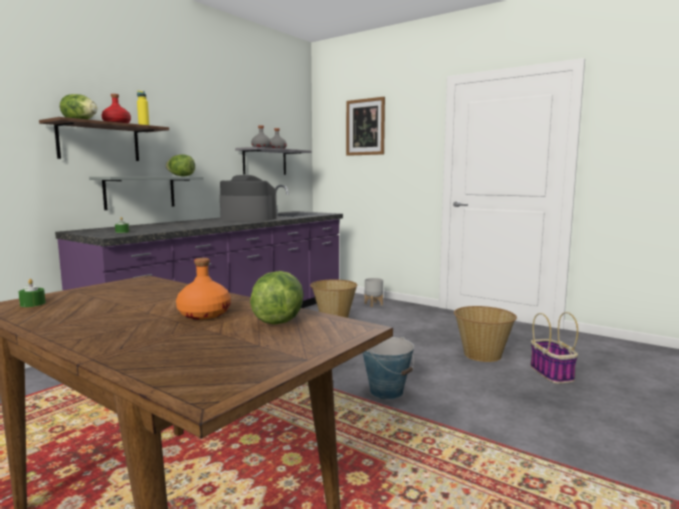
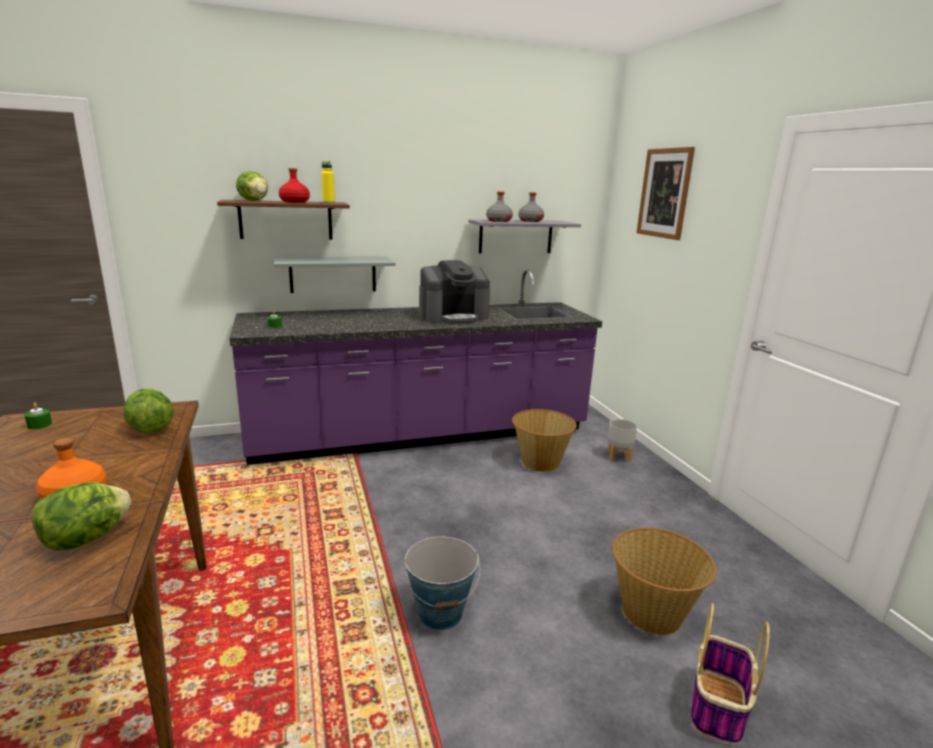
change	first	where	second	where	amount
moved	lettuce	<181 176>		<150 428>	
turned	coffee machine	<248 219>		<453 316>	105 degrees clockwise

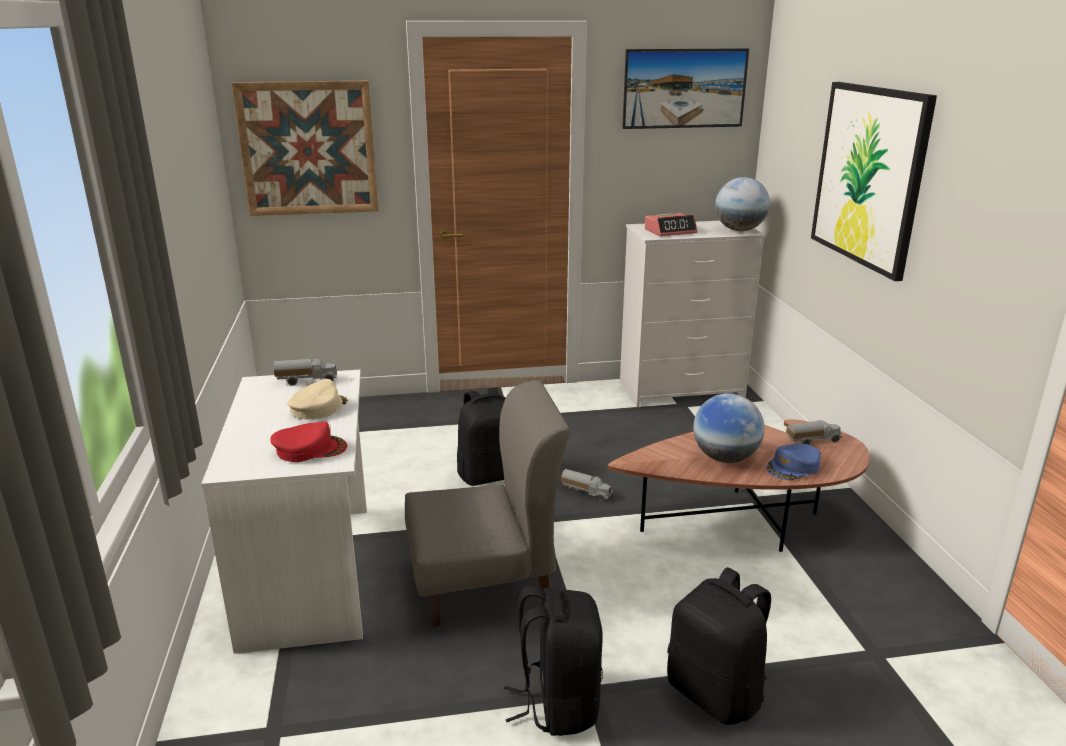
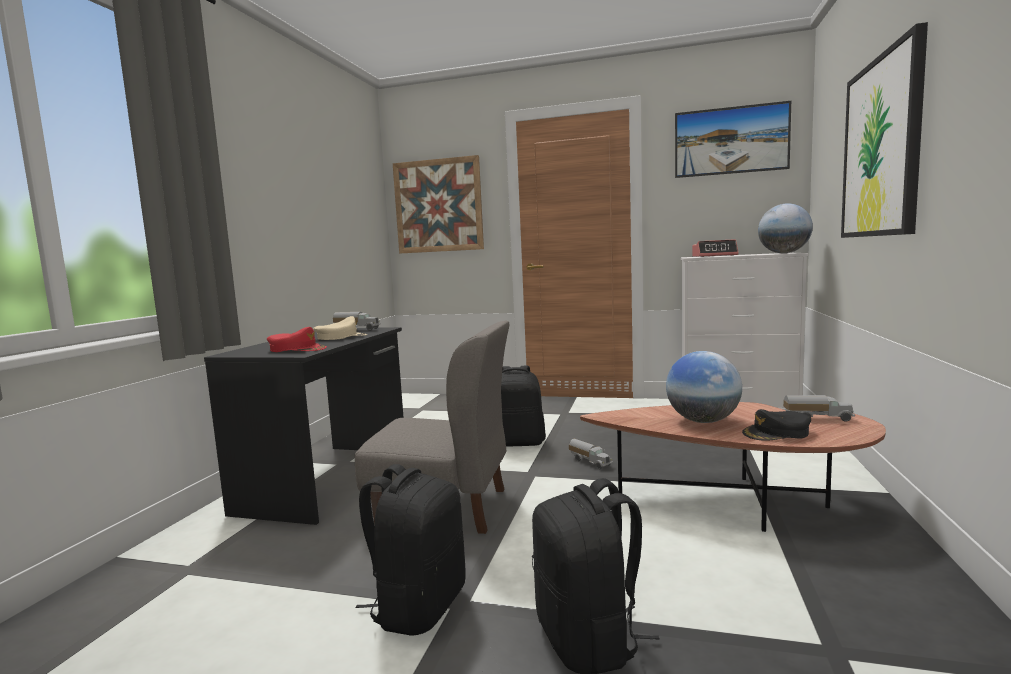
change	first	where	second	where	amount
recoloured	desk in white	<311 572>	desk in black	<329 479>	
recoloured	cap in blue	<793 467>	cap in black	<776 433>	

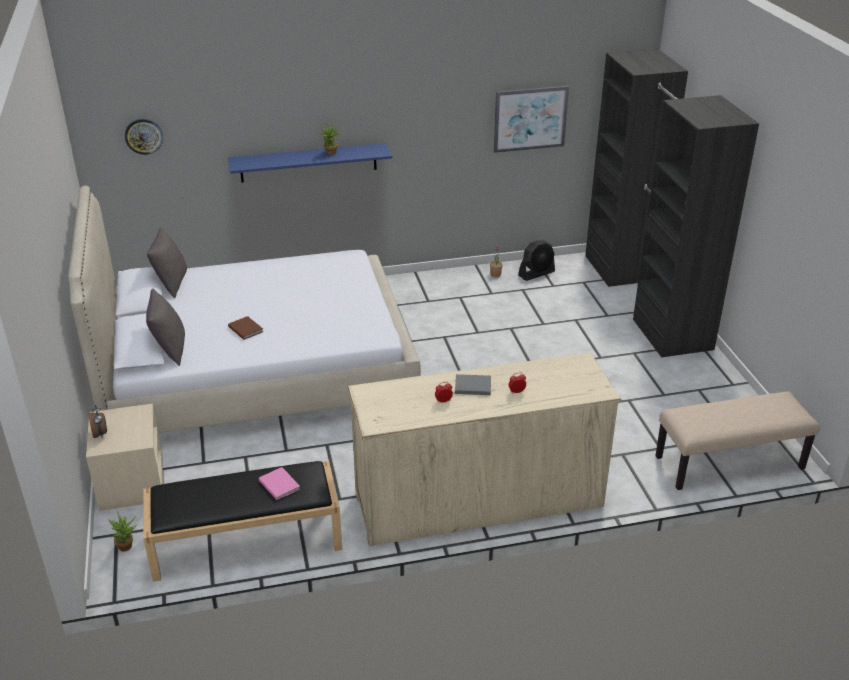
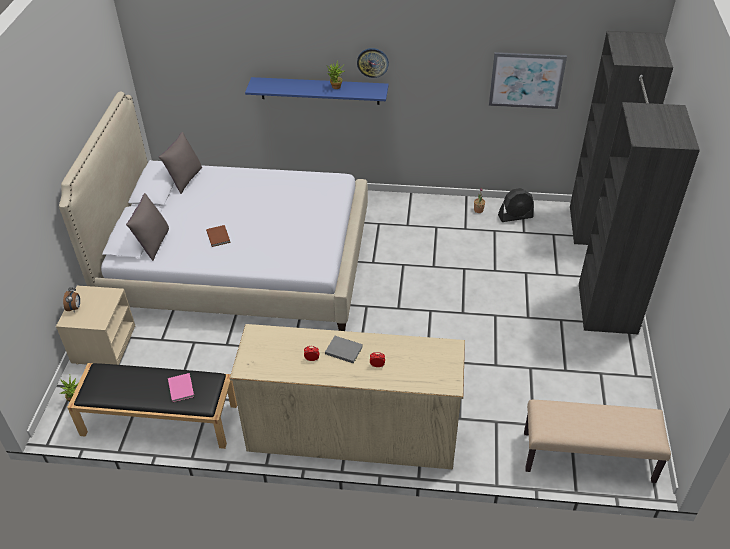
change	first	where	second	where	amount
moved	wall clock	<144 136>		<372 62>	

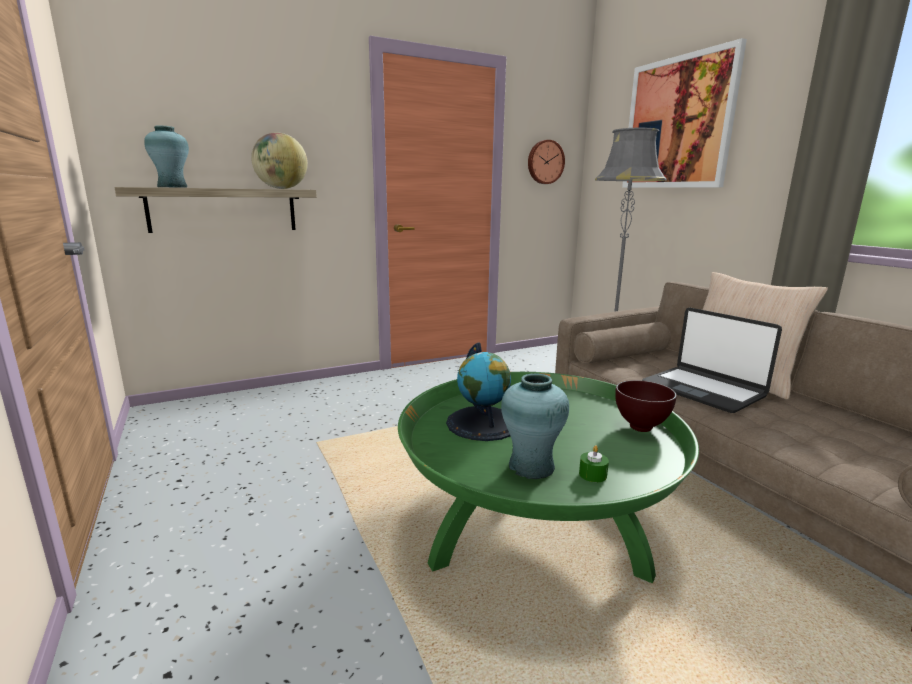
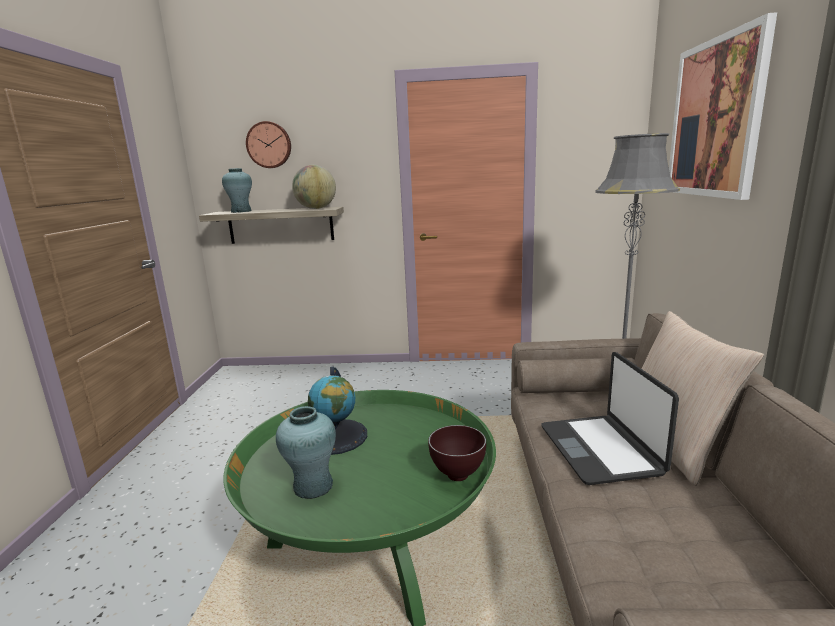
change	first	where	second	where	amount
removed	candle in green	<592 474>			
moved	wall clock	<545 162>		<269 145>	

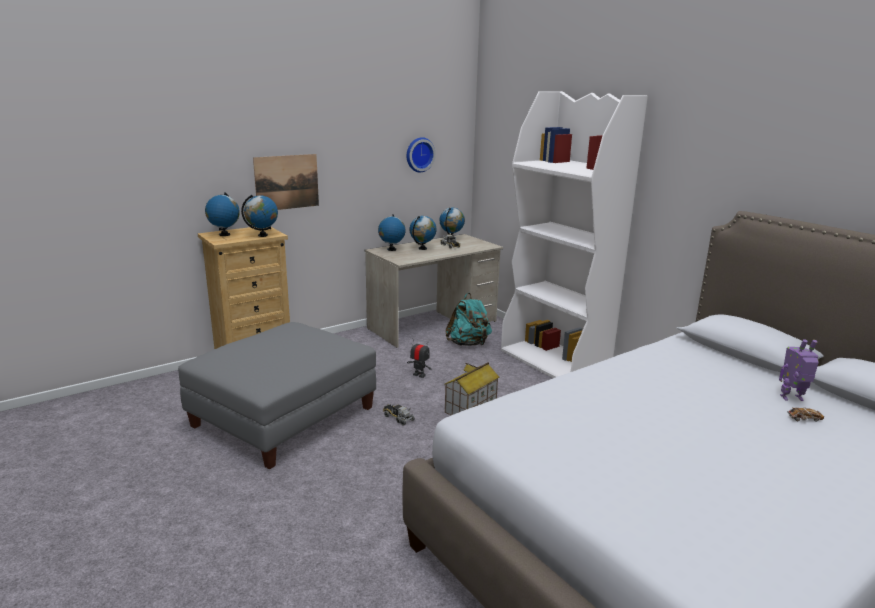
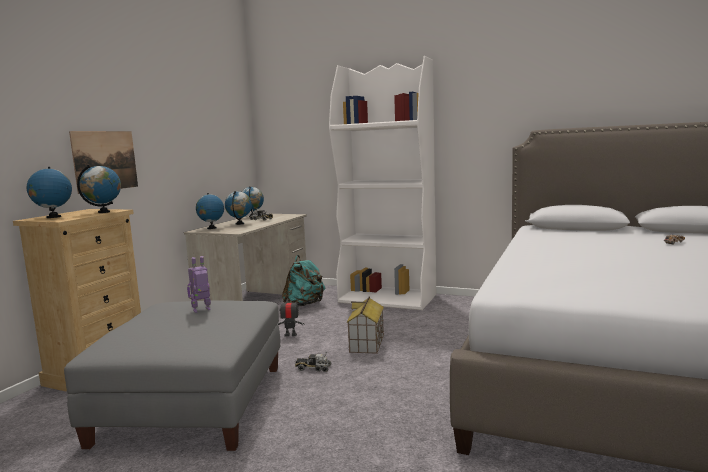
change	first	where	second	where	amount
removed	wall clock	<419 154>			
moved	toy robot	<792 398>		<202 310>	

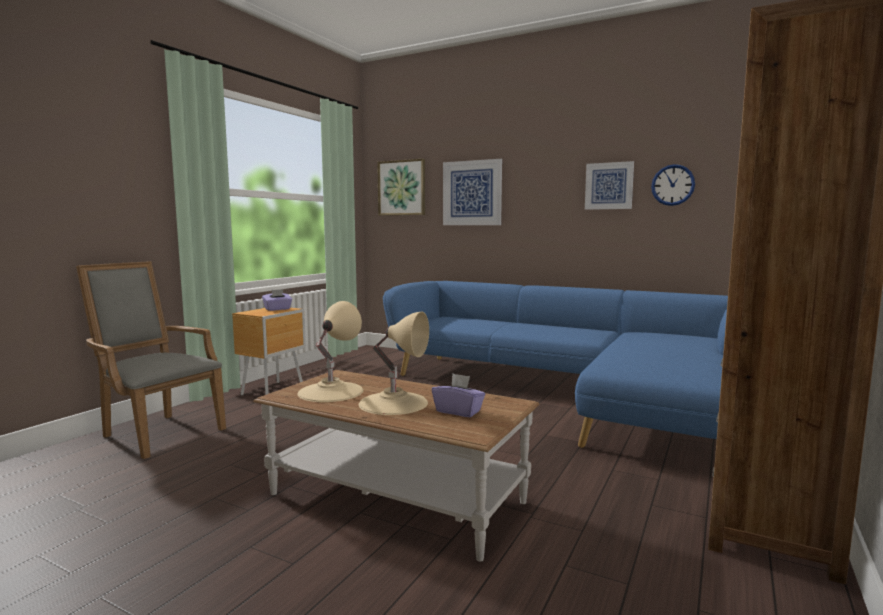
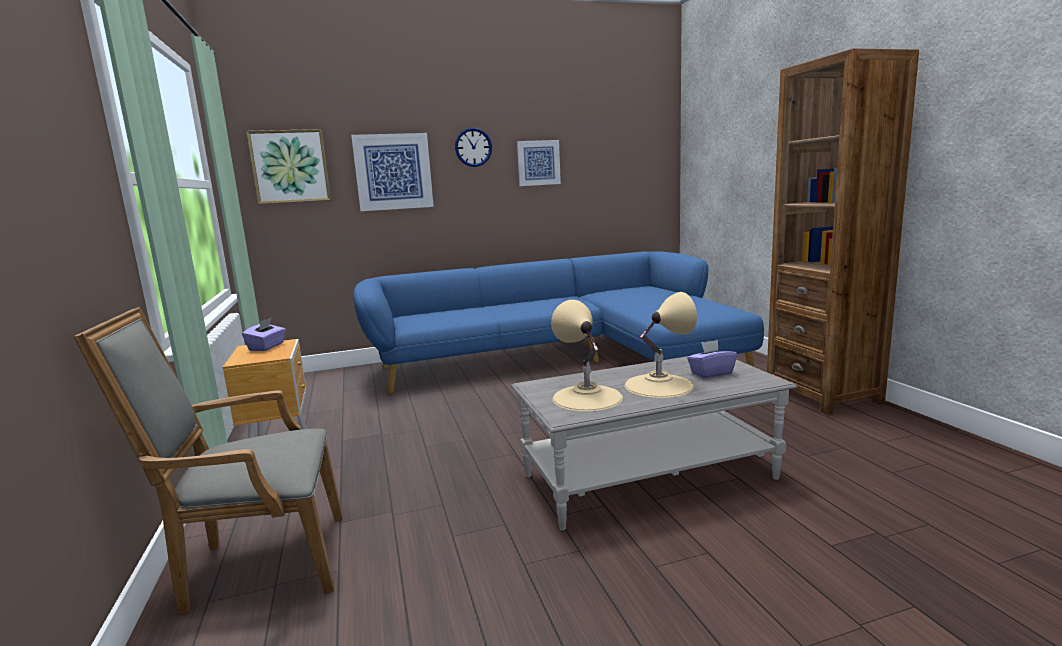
change	first	where	second	where	amount
moved	wall clock	<672 185>		<473 147>	
recoloured	coffee table in brown	<396 498>	coffee table in grey	<649 477>	

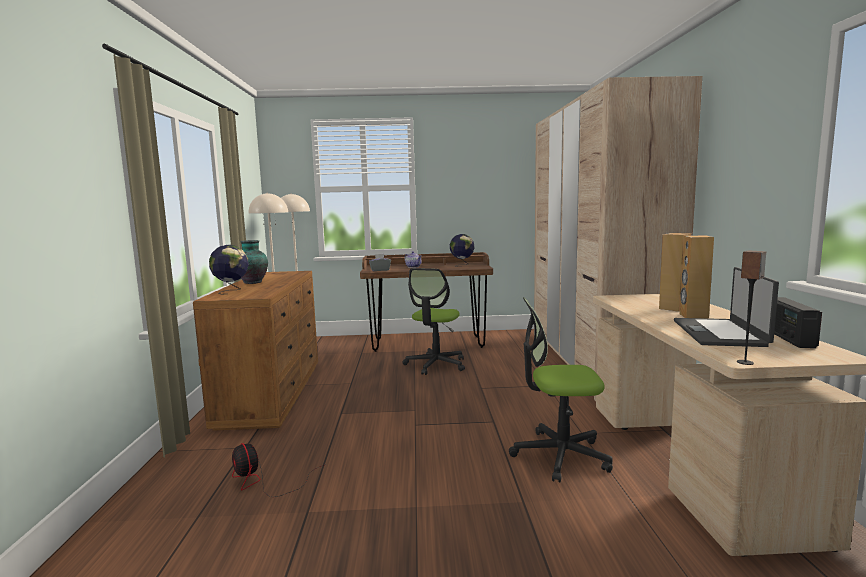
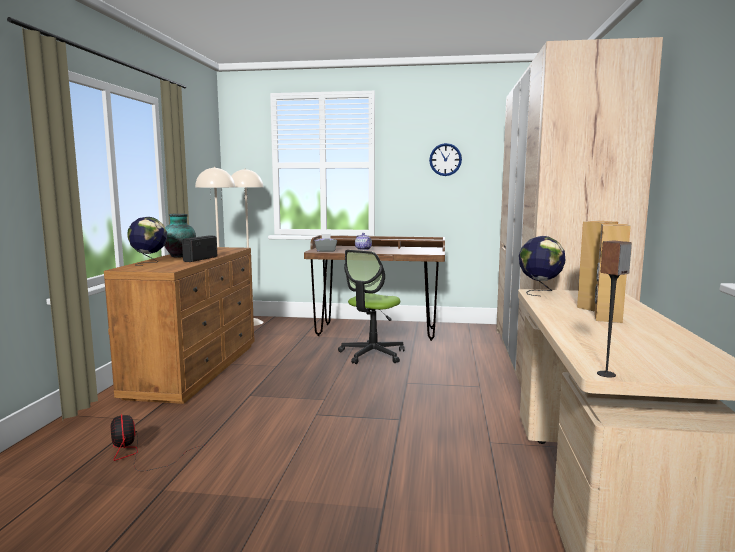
change	first	where	second	where	amount
removed	office chair	<560 455>			
removed	laptop	<720 333>			
added			wall clock	<445 159>	
moved	globe	<462 265>		<539 292>	
moved	radio	<789 338>		<200 259>	

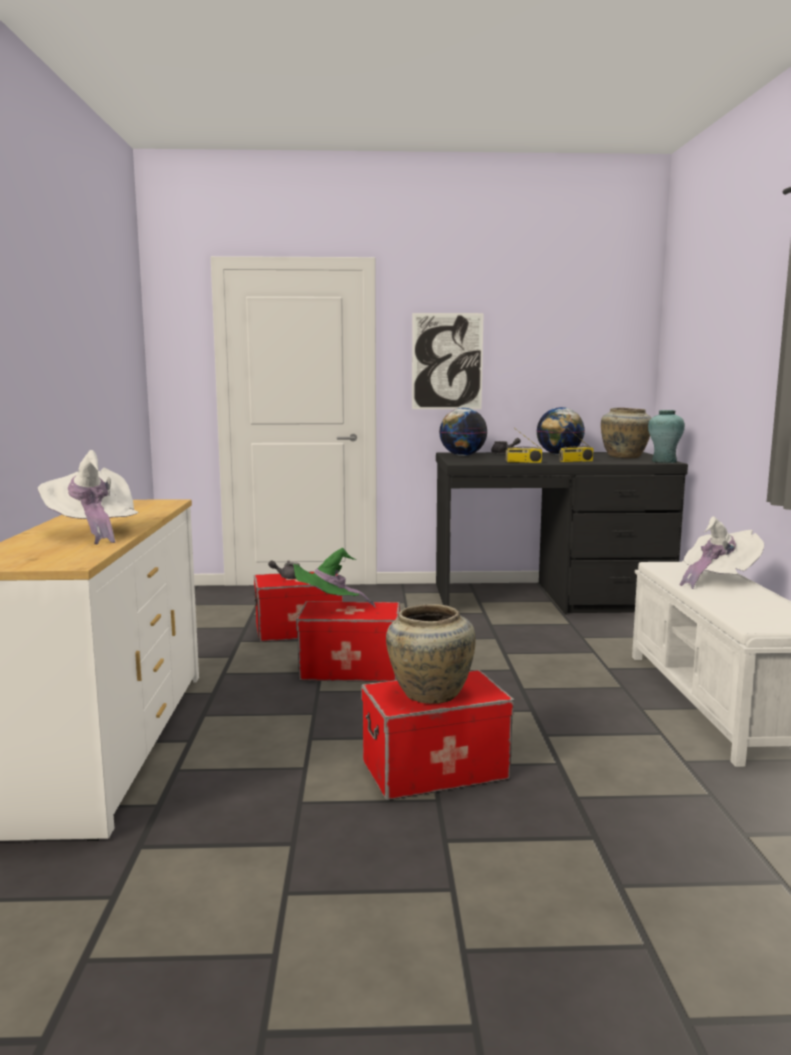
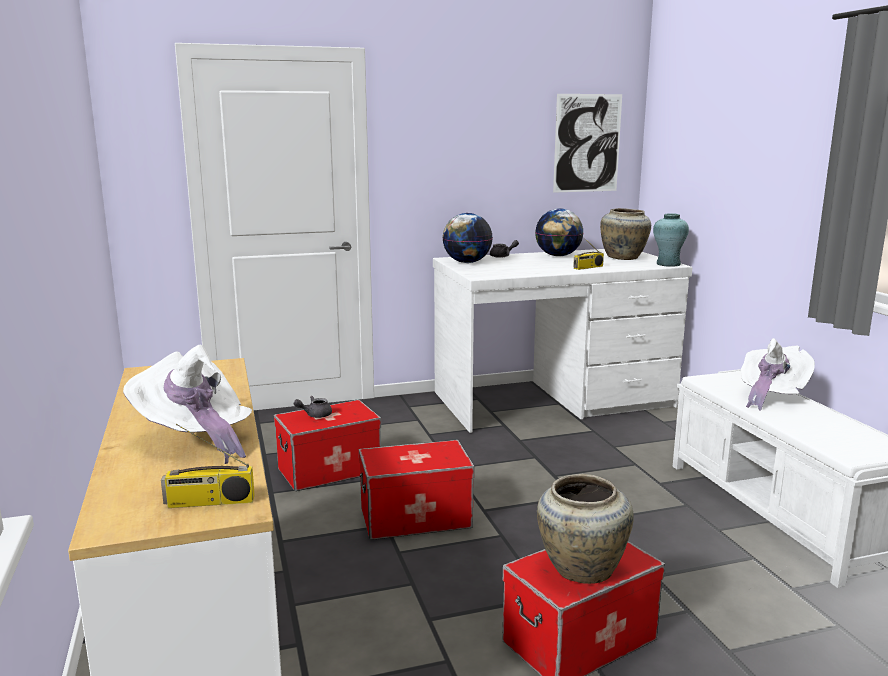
change	first	where	second	where	amount
removed	hat in green	<329 608>			
moved	picture	<447 361>		<587 143>	
moved	radio	<523 462>		<209 502>	
recoloured	desk in black	<548 598>	desk in white	<554 400>	

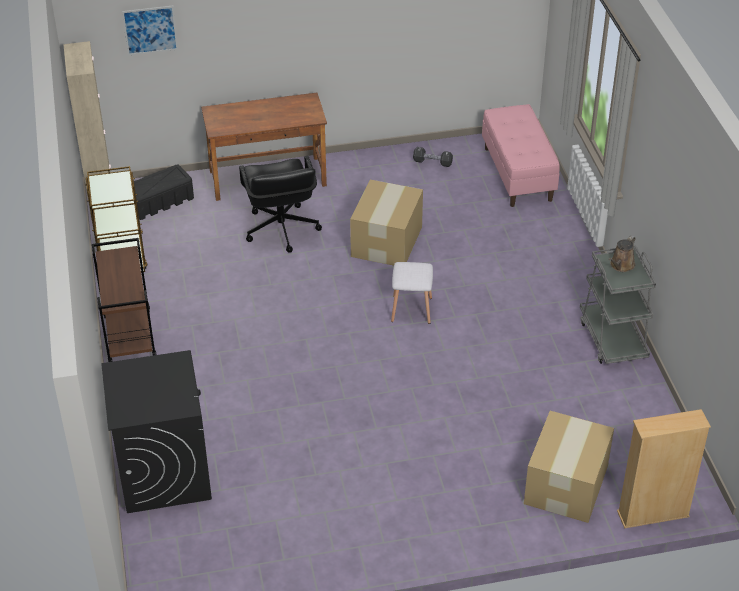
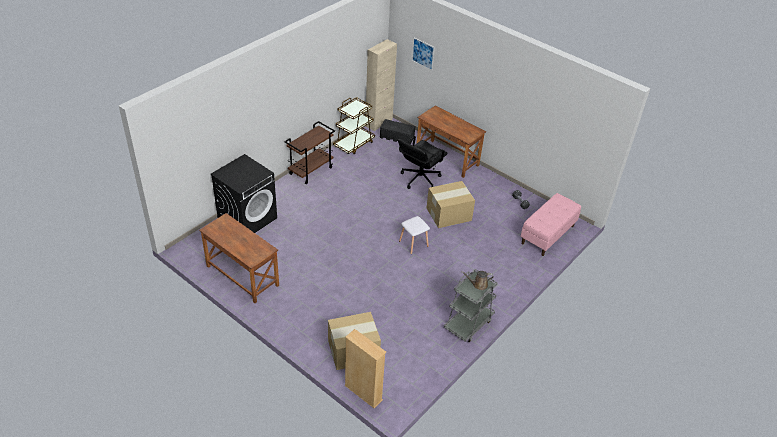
change	first	where	second	where	amount
added			desk in brown	<242 276>	

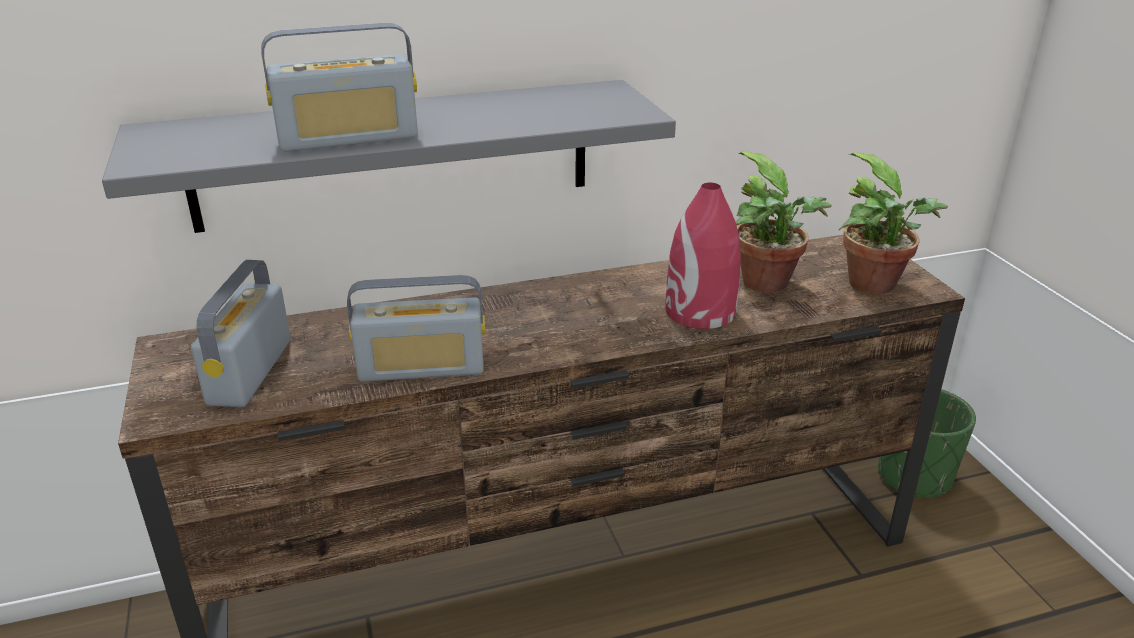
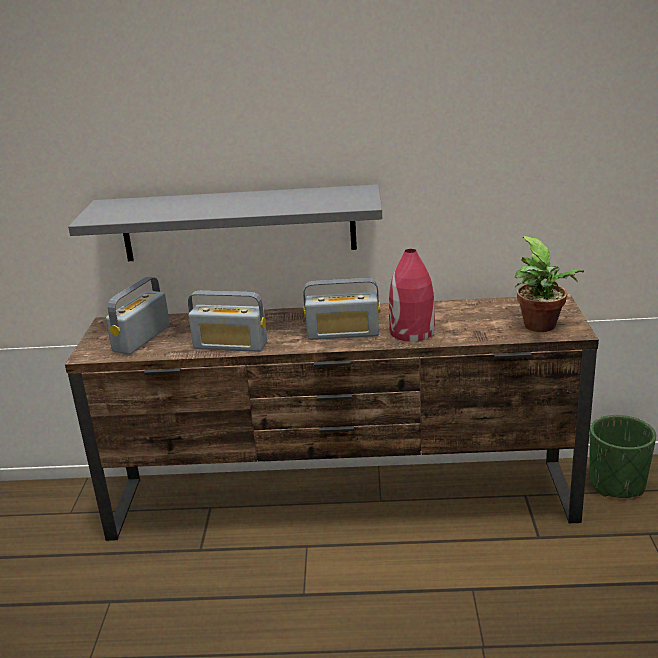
change	first	where	second	where	amount
removed	potted plant	<770 285>			
moved	radio	<348 138>		<343 333>	

